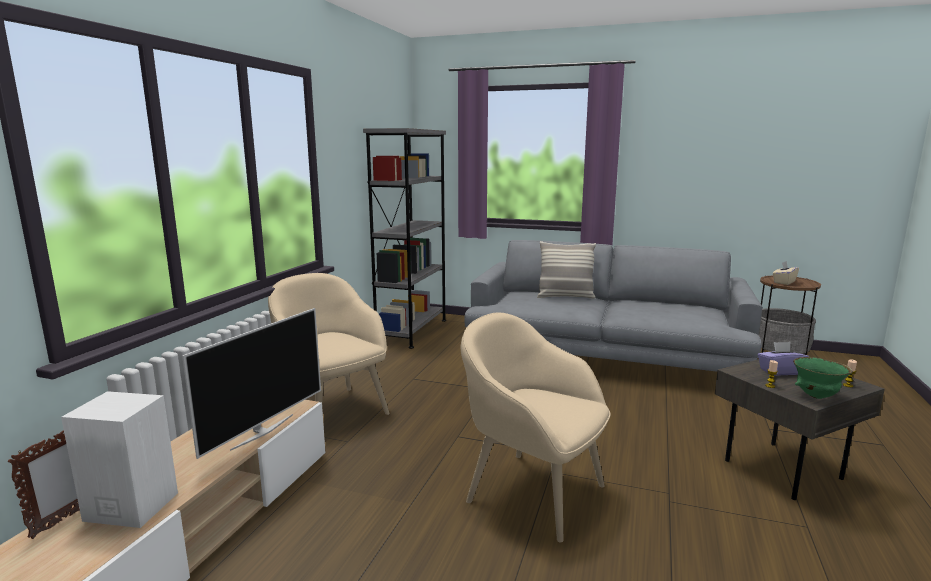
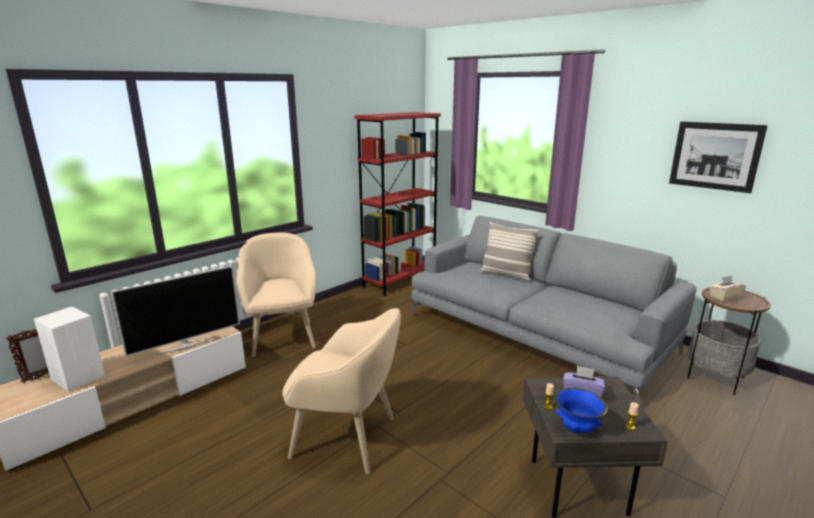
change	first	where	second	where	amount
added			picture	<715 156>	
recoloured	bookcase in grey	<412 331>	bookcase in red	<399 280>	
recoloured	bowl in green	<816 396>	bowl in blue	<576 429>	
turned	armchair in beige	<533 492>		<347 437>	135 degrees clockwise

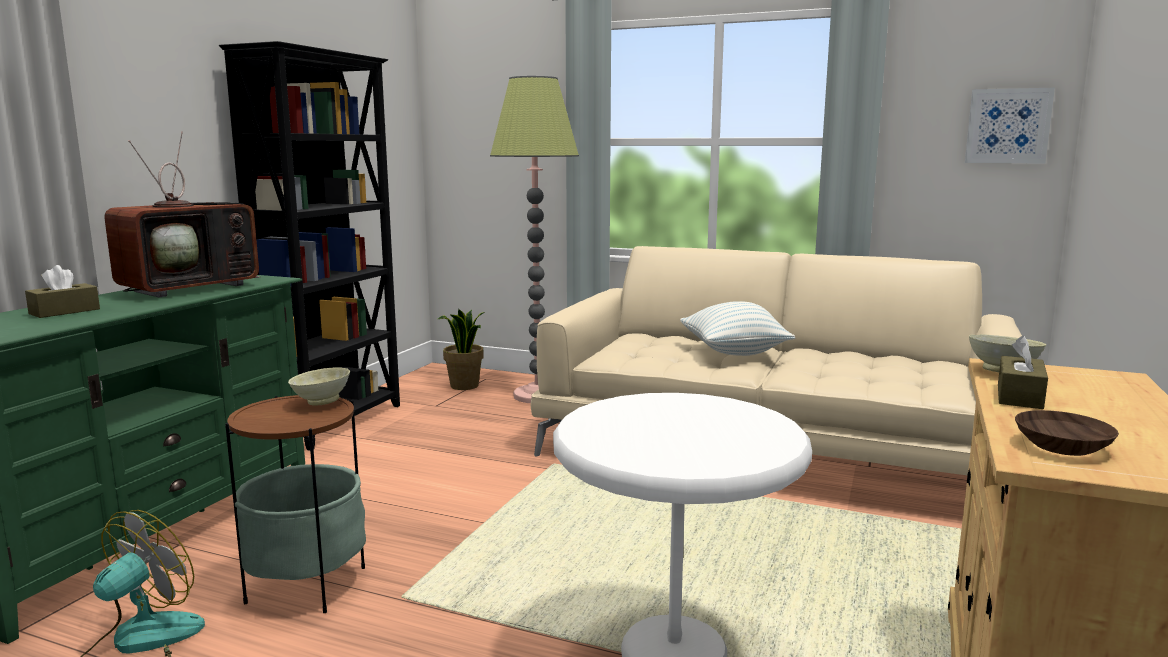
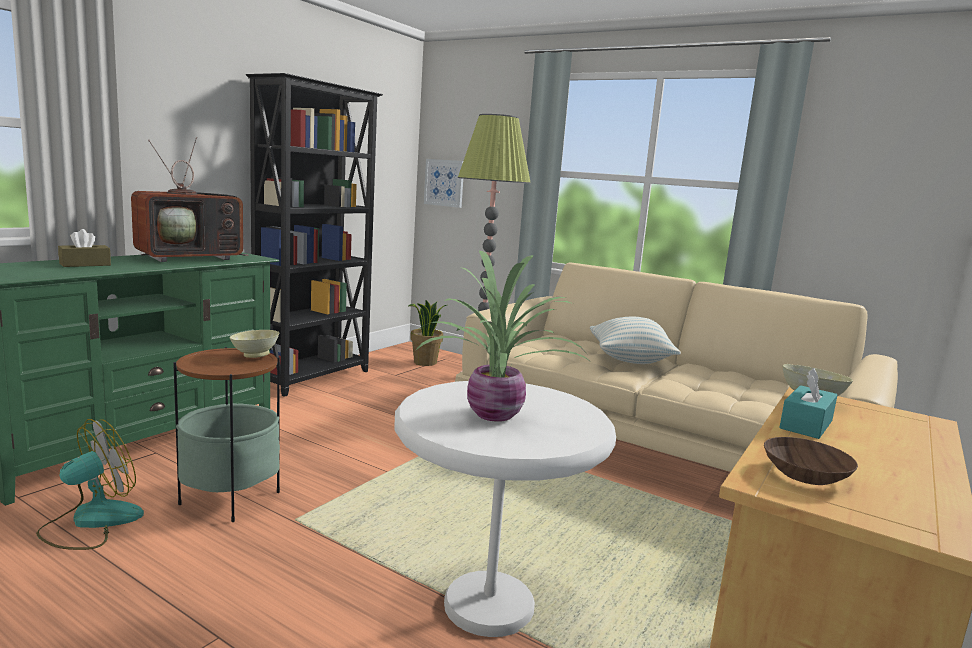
change	first	where	second	where	amount
added			potted plant	<497 414>	
moved	picture	<1008 126>		<444 183>	
recoloured	tissue box in brown	<1019 396>	tissue box in turquoise	<806 424>	

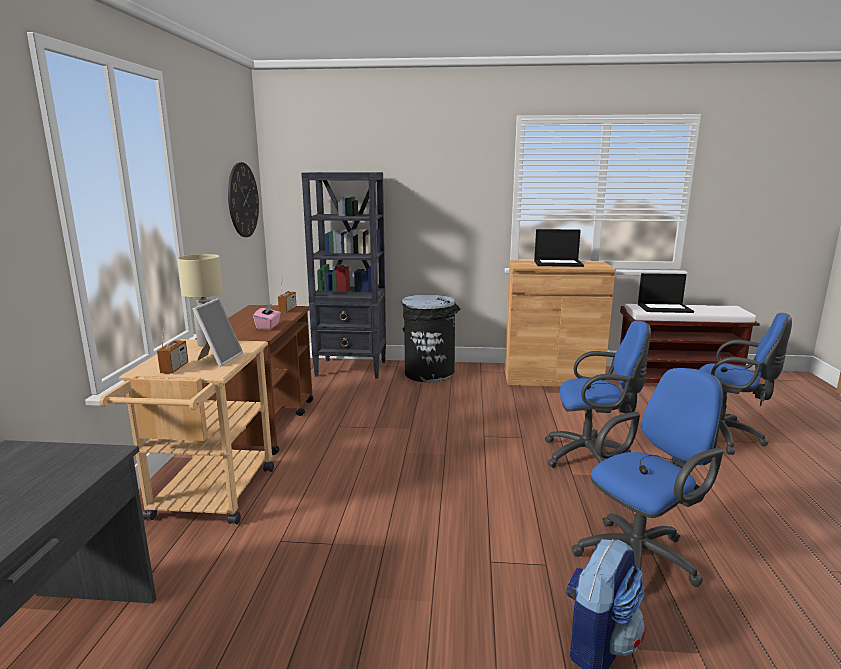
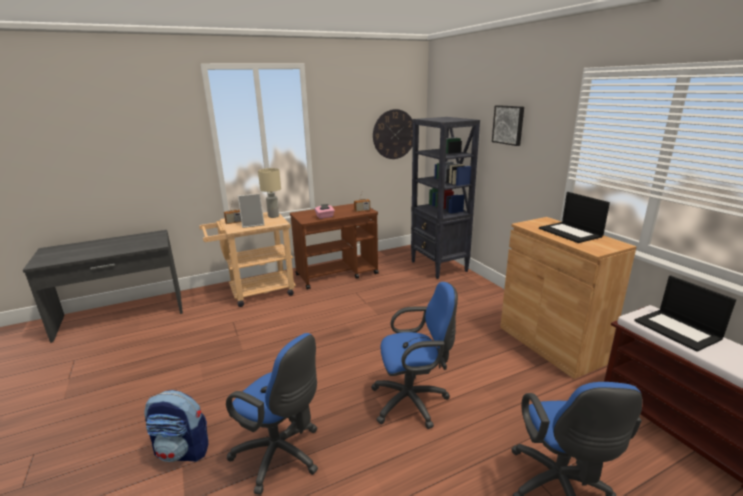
change	first	where	second	where	amount
removed	trash can in black	<429 373>			
added			picture	<508 125>	
turned	office chair in blue	<591 456>		<413 401>	75 degrees counterclockwise

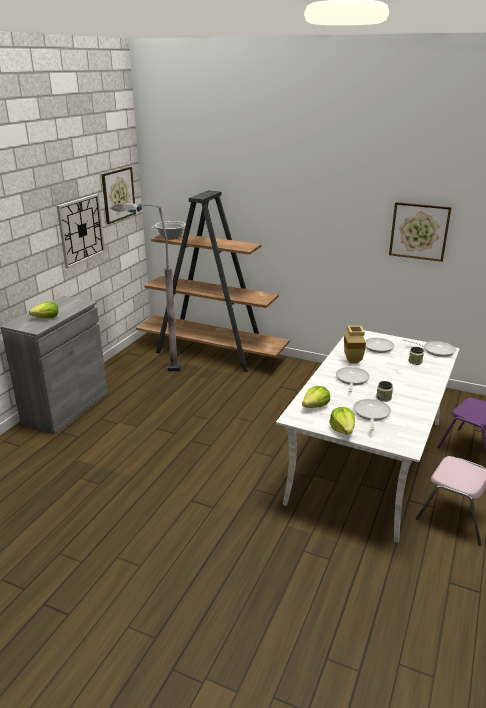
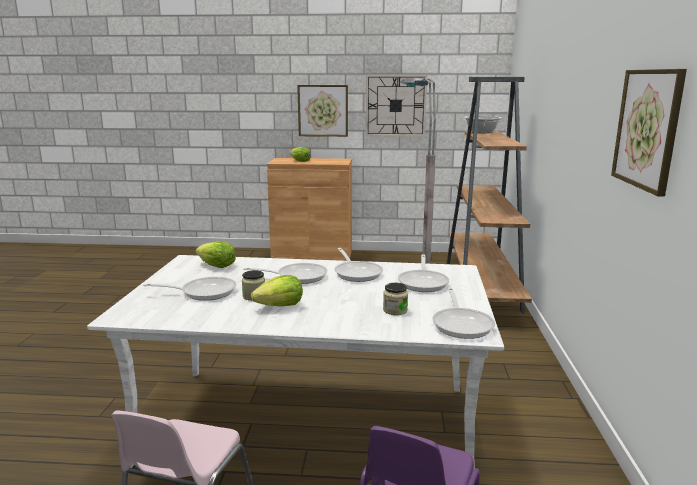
change	first	where	second	where	amount
moved	picture	<118 195>		<323 110>	
moved	lettuce	<342 429>		<280 306>	
replaced	vase in beige	<351 361>	frying pan	<357 273>	
recoloured	cabinet in grey	<66 408>	cabinet in brown	<312 256>	

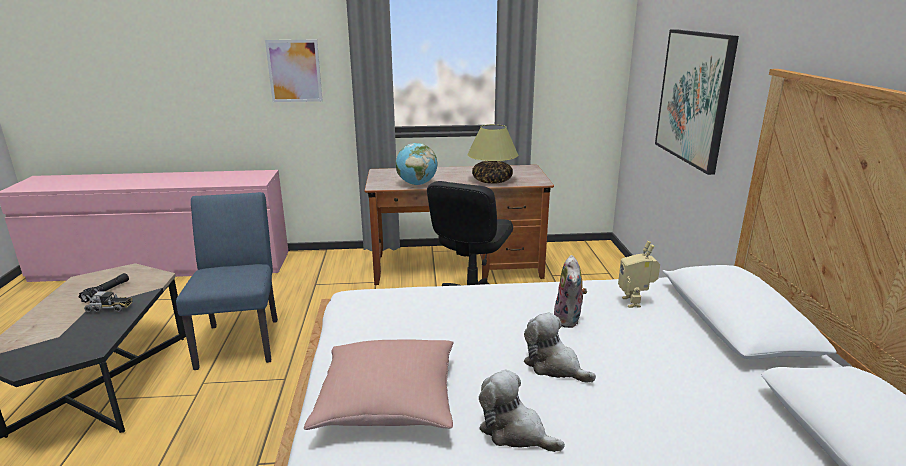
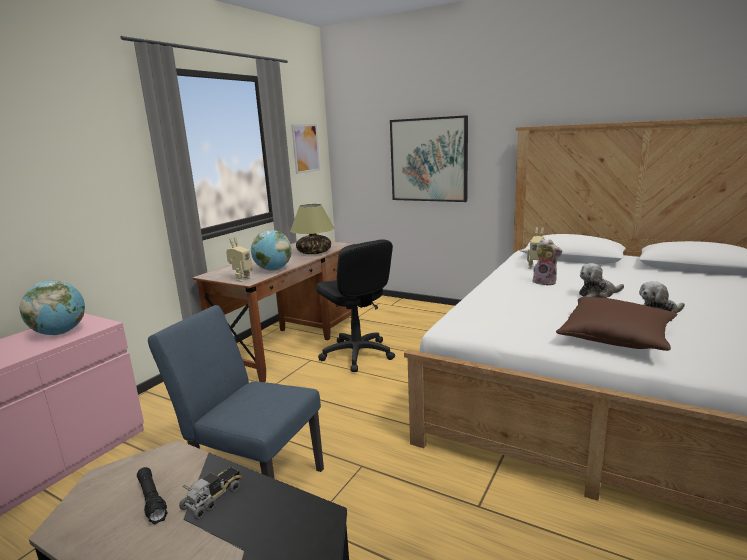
change	first	where	second	where	amount
added			globe	<60 333>	
added			toy robot	<241 279>	
moved	picture	<294 71>		<306 148>	
recoloured	pillow in pink	<387 402>	pillow in brown	<616 338>	

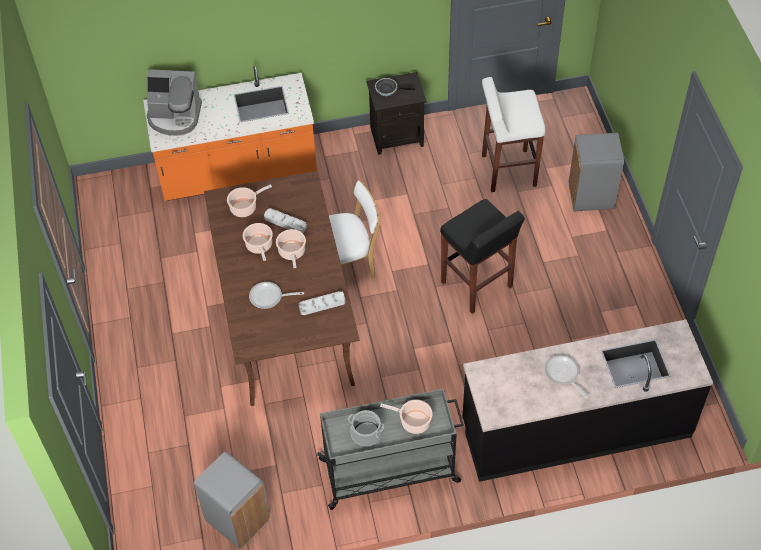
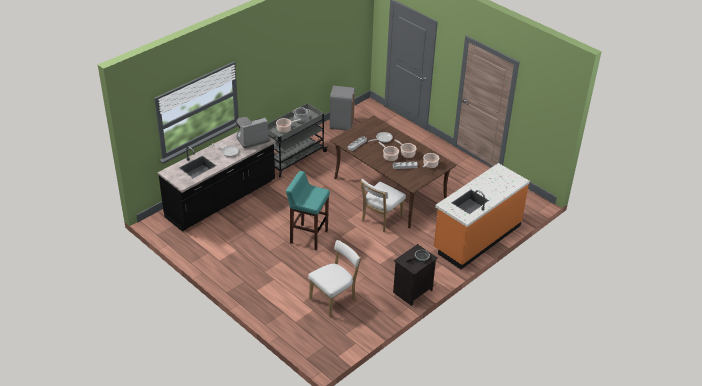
change	first	where	second	where	amount
removed	trash can in grey	<590 196>			
moved	coffee machine	<174 117>		<252 139>	
replaced	stool in white	<507 171>	chair in white	<334 299>	
recoloured	stool in black	<477 285>	stool in turquoise	<308 237>	

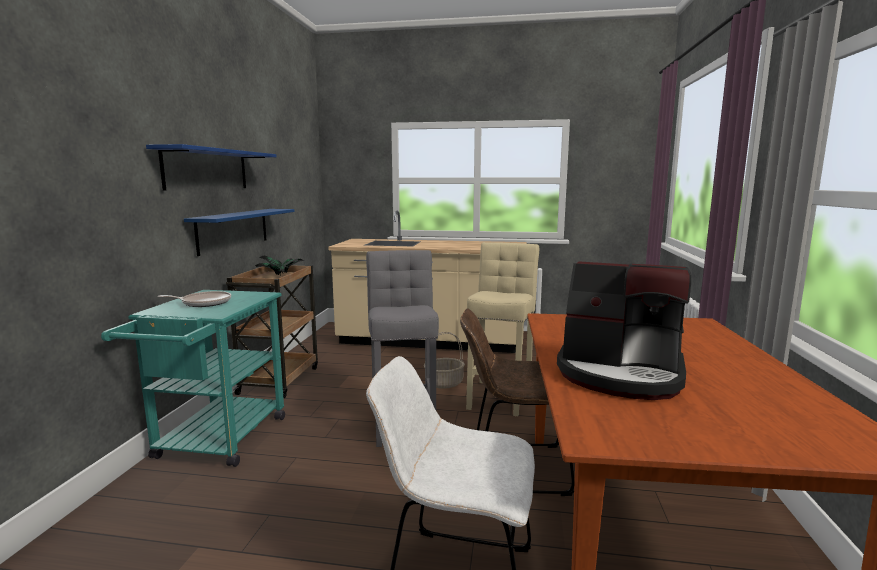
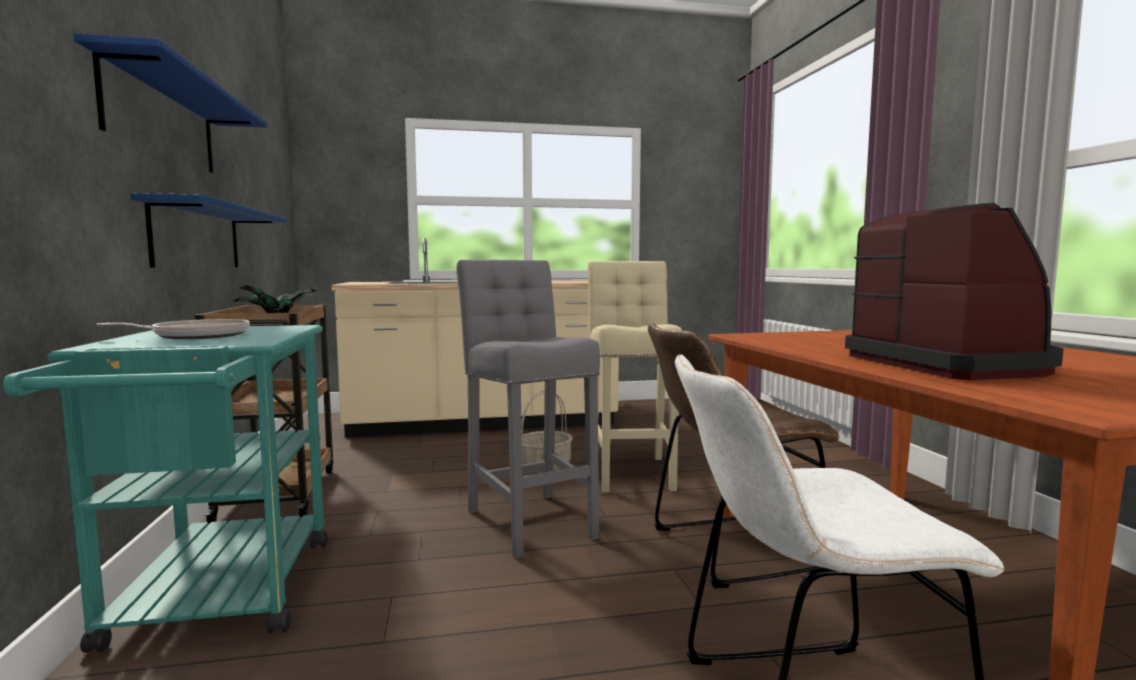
change	first	where	second	where	amount
turned	coffee machine	<620 374>		<951 364>	105 degrees counterclockwise

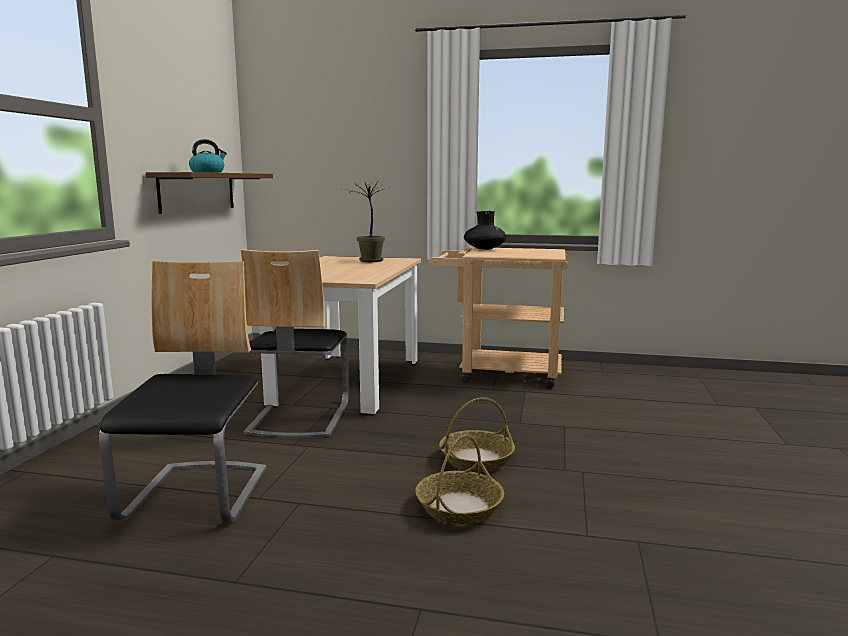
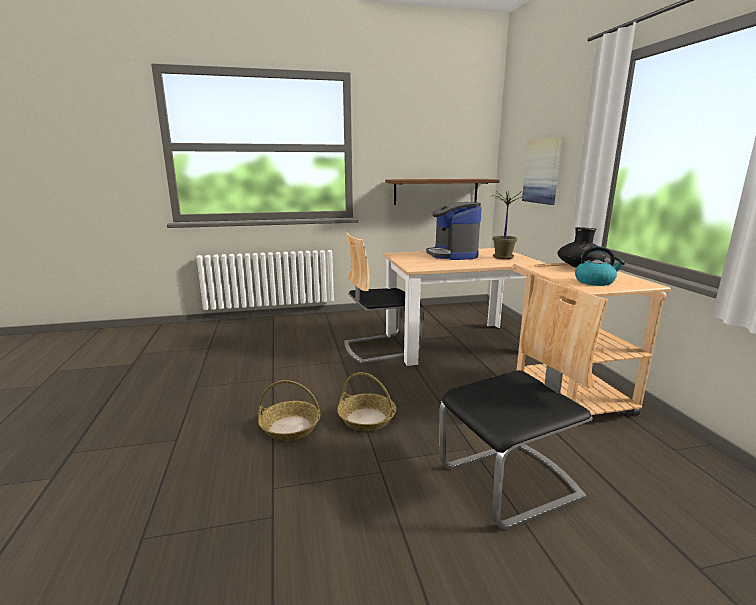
change	first	where	second	where	amount
added			coffee machine	<452 255>	
added			picture	<542 171>	
moved	chair	<197 494>		<510 482>	
moved	kettle	<208 172>		<595 282>	

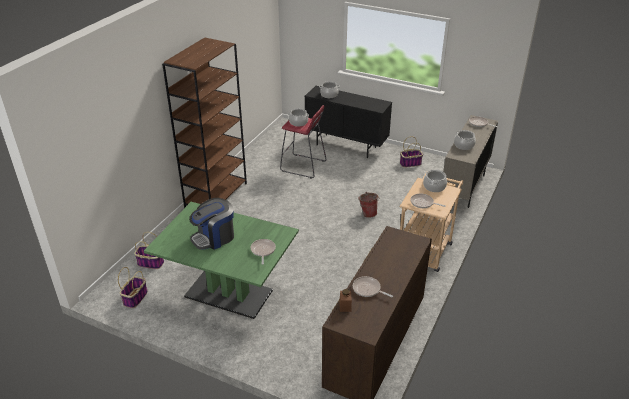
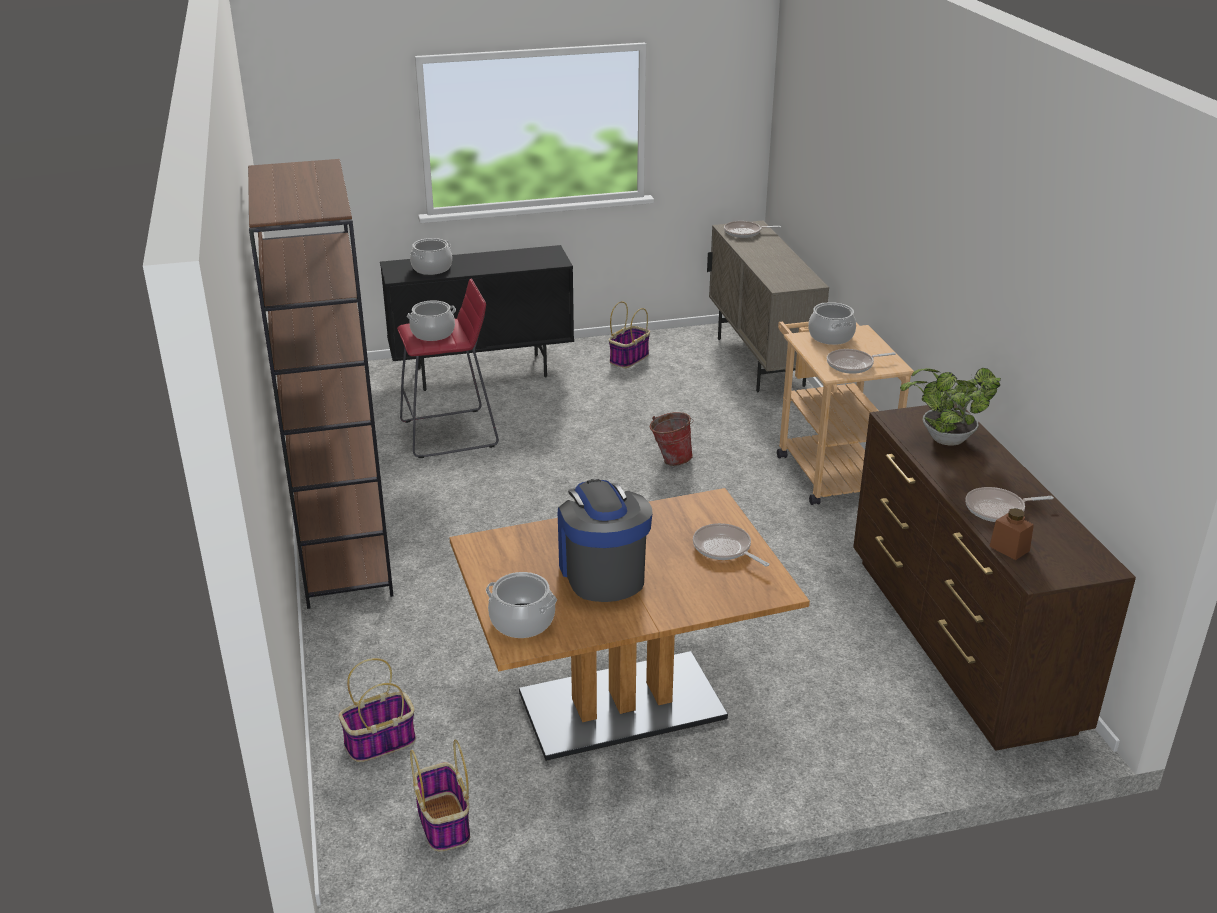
change	first	where	second	where	amount
added			potted plant	<943 440>	
moved	cooking pot	<463 145>		<522 621>	
recoloured	dining table in green	<228 294>	dining table in brown	<622 705>	
turned	coffee machine	<214 237>		<602 572>	150 degrees clockwise

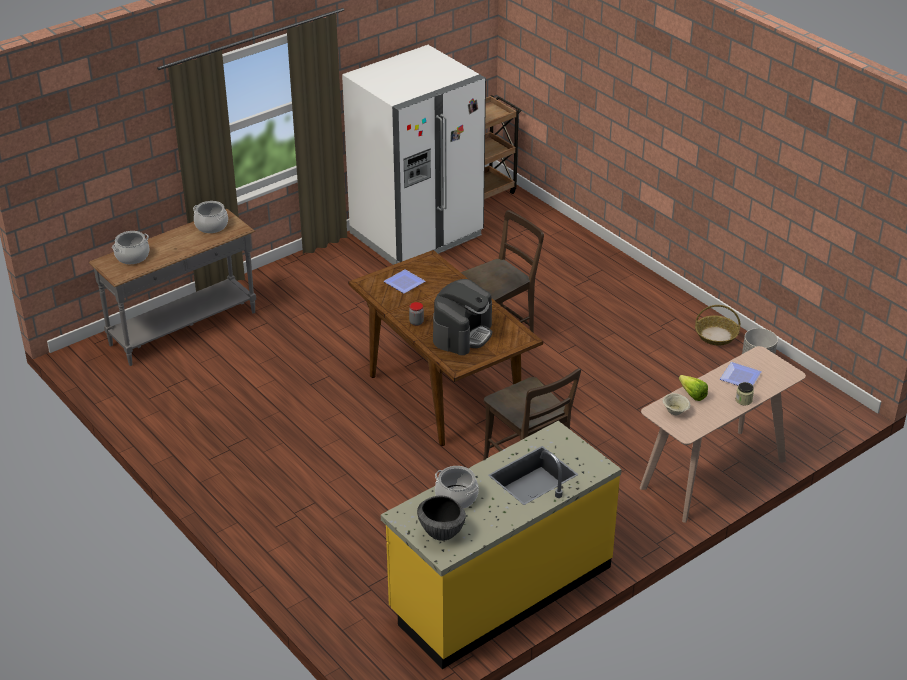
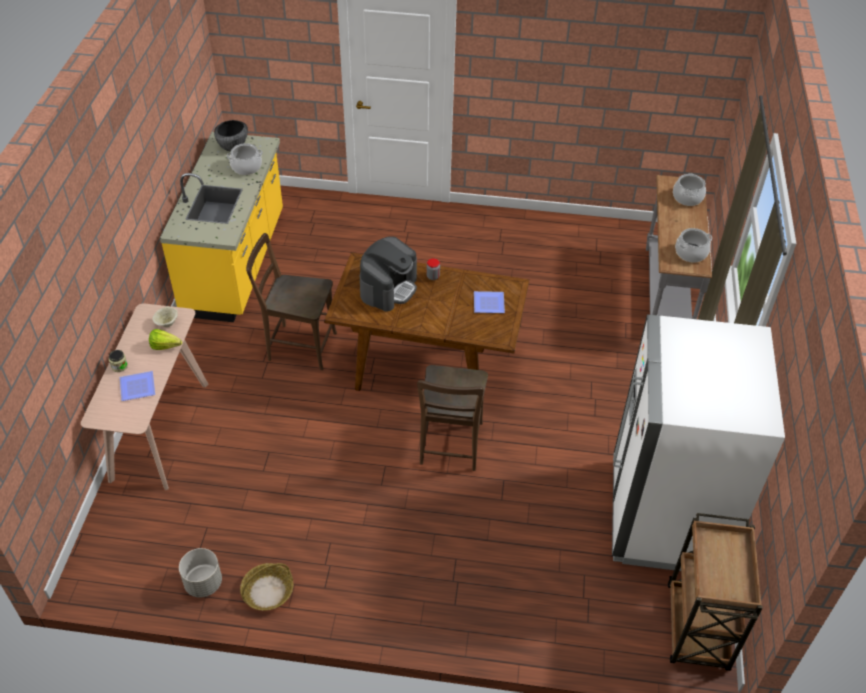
change	first	where	second	where	amount
turned	coffee machine	<462 334>		<388 288>	135 degrees counterclockwise

